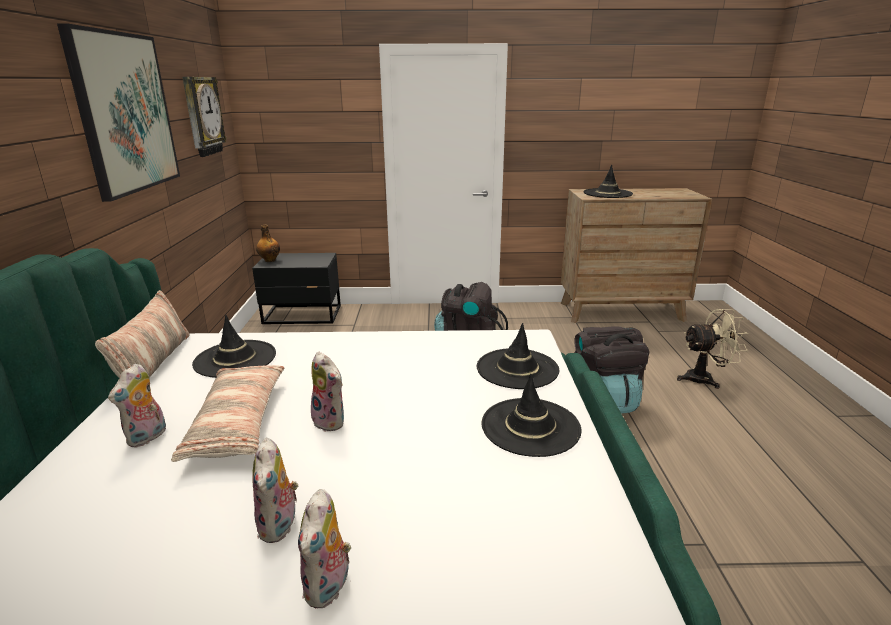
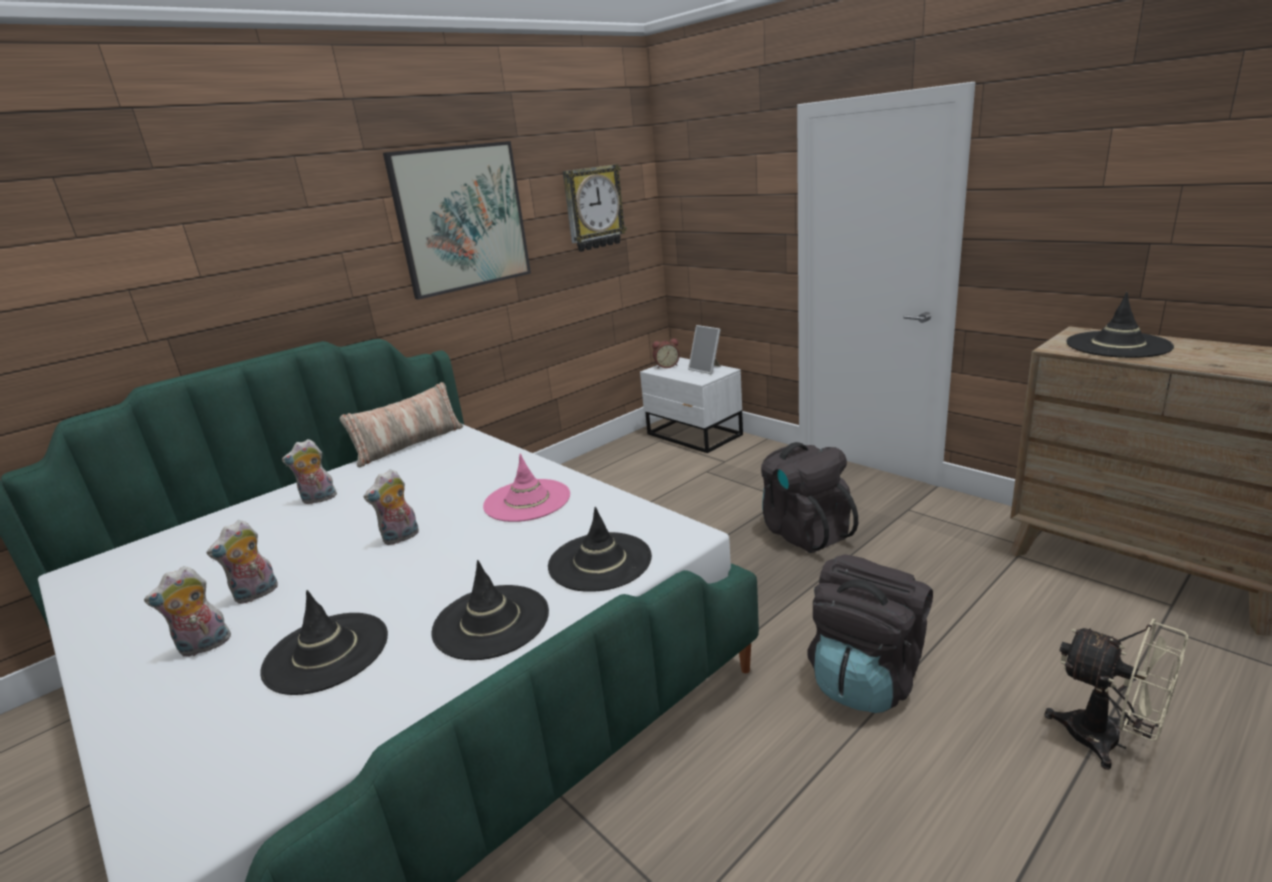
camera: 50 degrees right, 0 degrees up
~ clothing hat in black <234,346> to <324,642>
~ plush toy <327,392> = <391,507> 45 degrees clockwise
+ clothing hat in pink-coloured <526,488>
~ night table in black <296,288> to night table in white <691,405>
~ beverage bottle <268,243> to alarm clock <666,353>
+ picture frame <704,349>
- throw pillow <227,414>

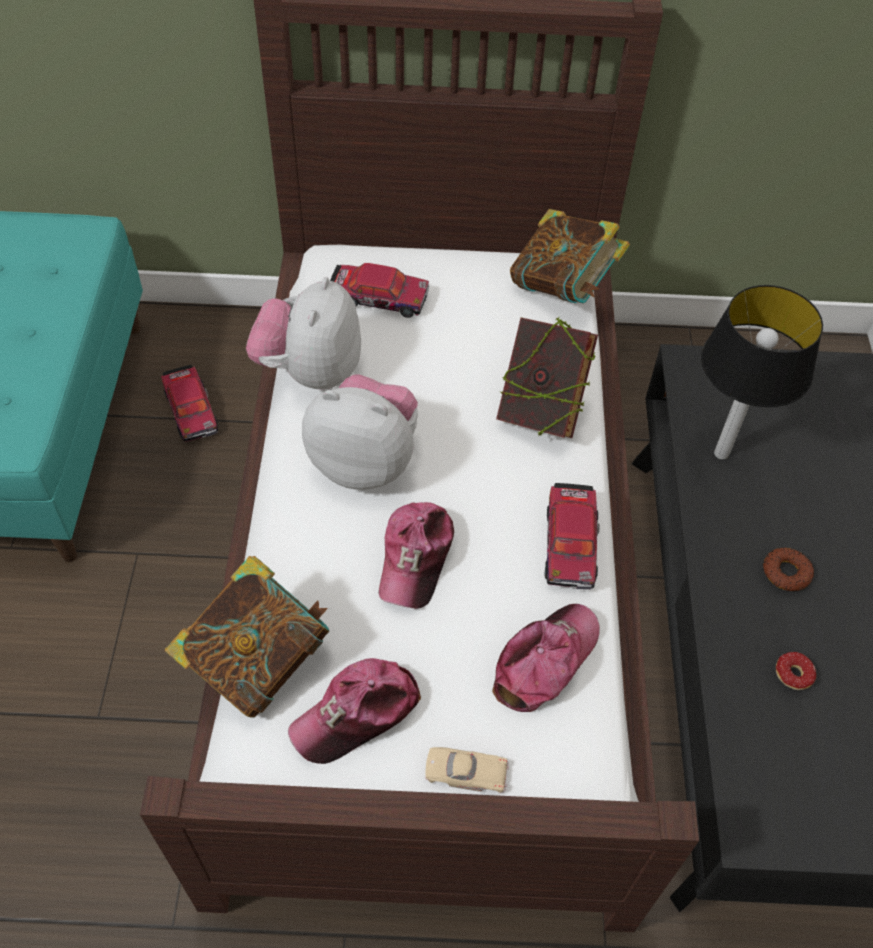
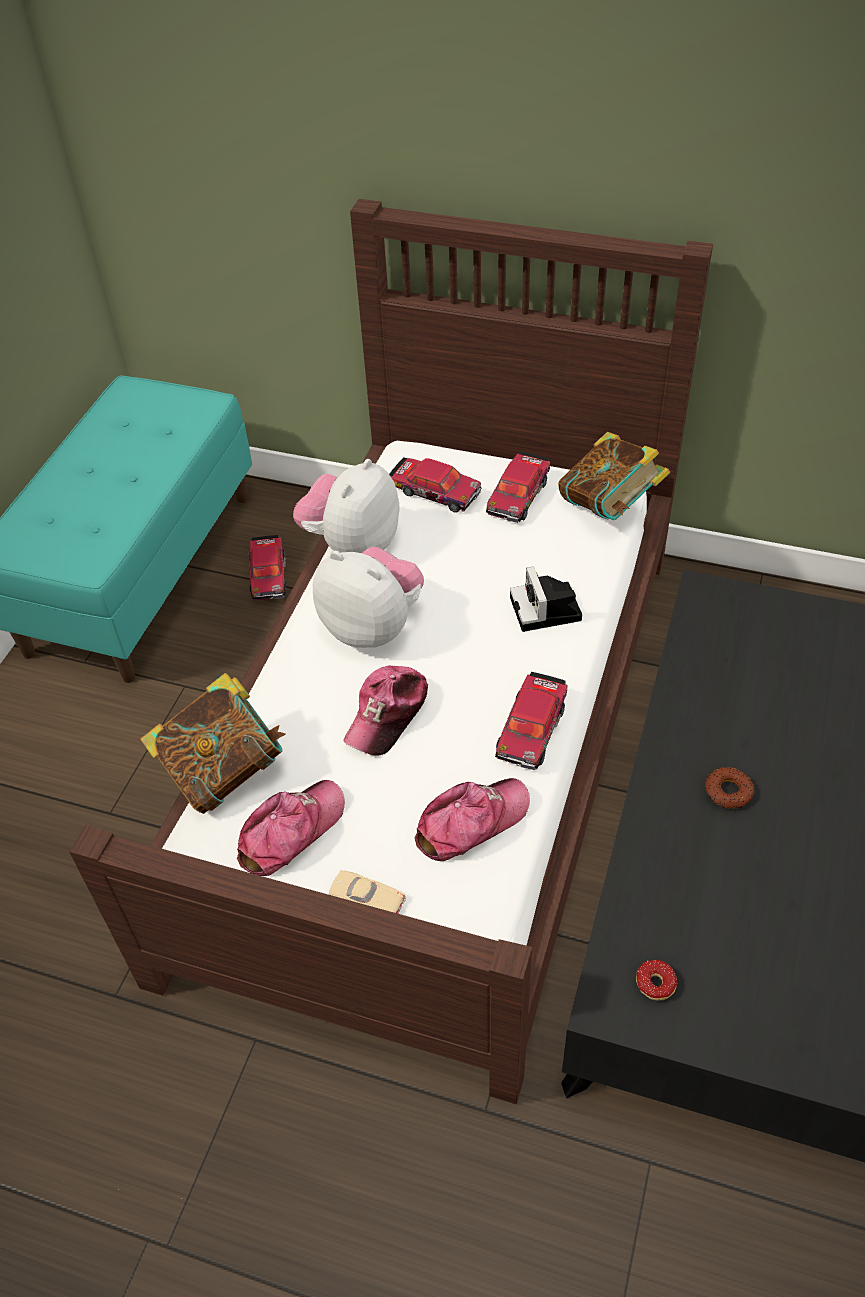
camera: 20 degrees right, 5 degrees down
~ peaked cap <354,711> = <291,828> 150 degrees clockwise
+ toy car <518,487>
~ book <547,377> to still camera <546,599>
~ donut <796,671> to <656,980>
- table lamp <762,372>

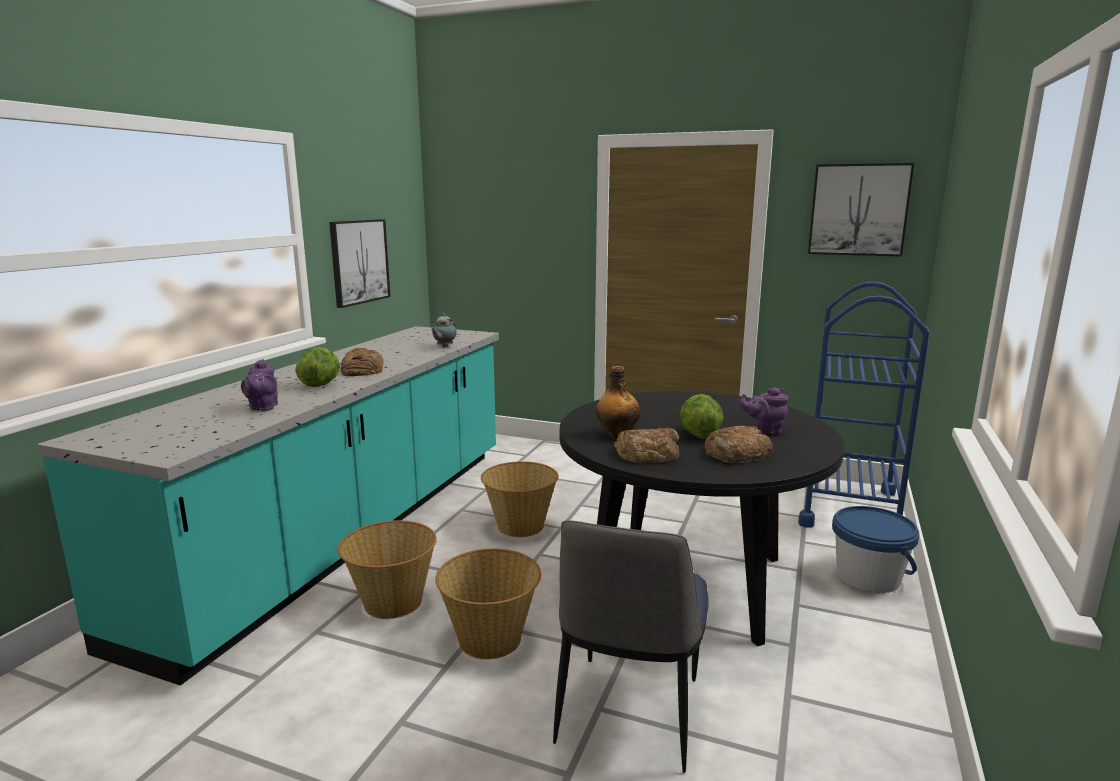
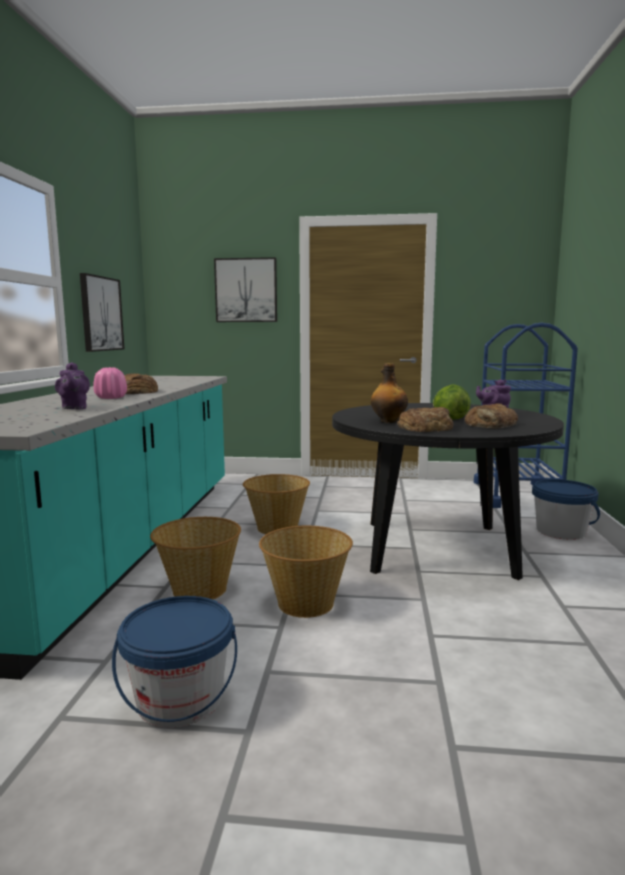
camera: 15 degrees left, 5 degrees down
~ lettuce <317,367> to vase in pink-coloured <110,383>
+ water bucket in blue-coloured <174,662>
~ picture <861,210> to <245,289>
- tea pot <444,330>
- plain chair <631,646>

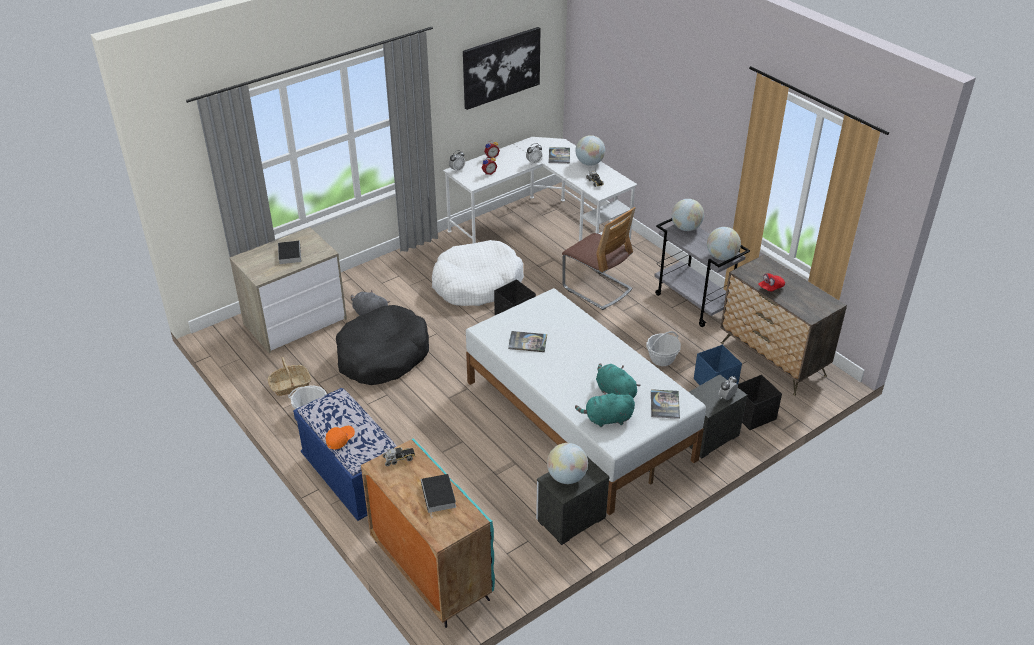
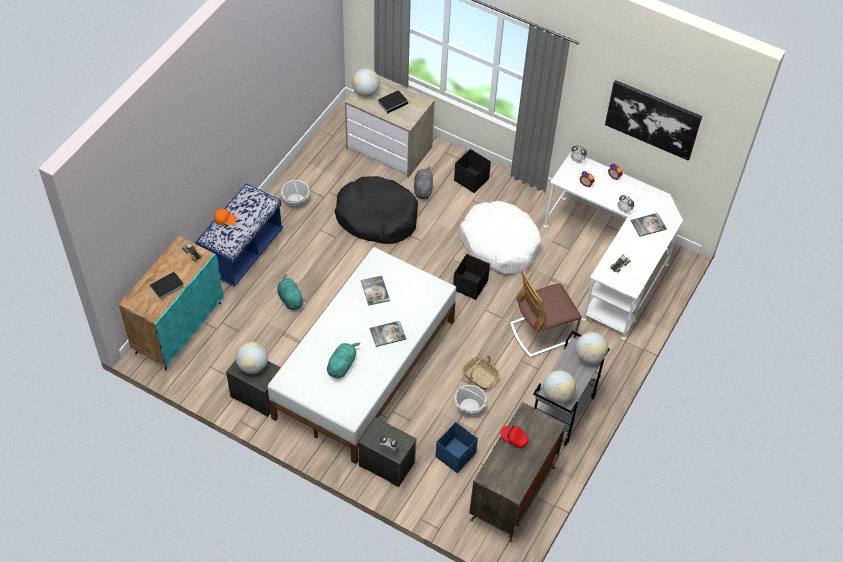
camera: 65 degrees right, 15 degrees up
~ plush toy in turquoise-coloured <605,409> to <290,292>
~ desk globe <590,150> to <366,82>
~ book <665,404> to <388,334>
~ storage container in black <760,402> to <472,171>
~ storage basket <289,376> to <481,373>
~ plain chair <599,258> = <546,312> 45 degrees clockwise

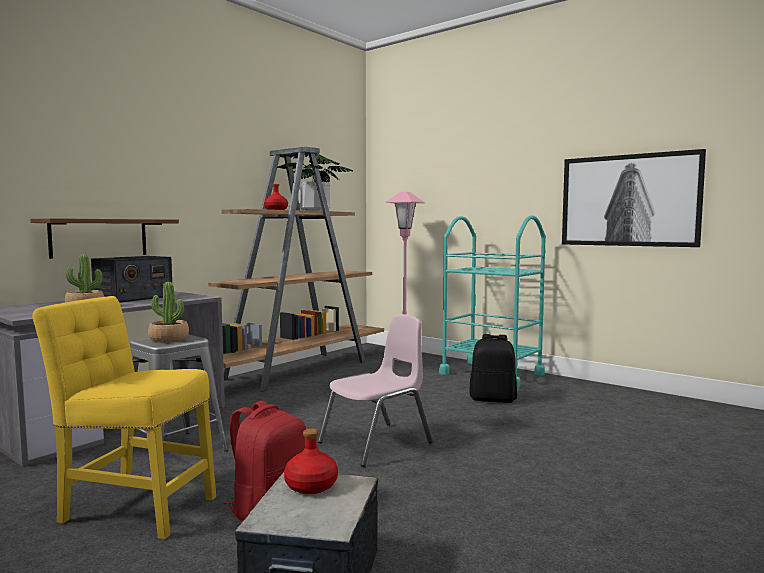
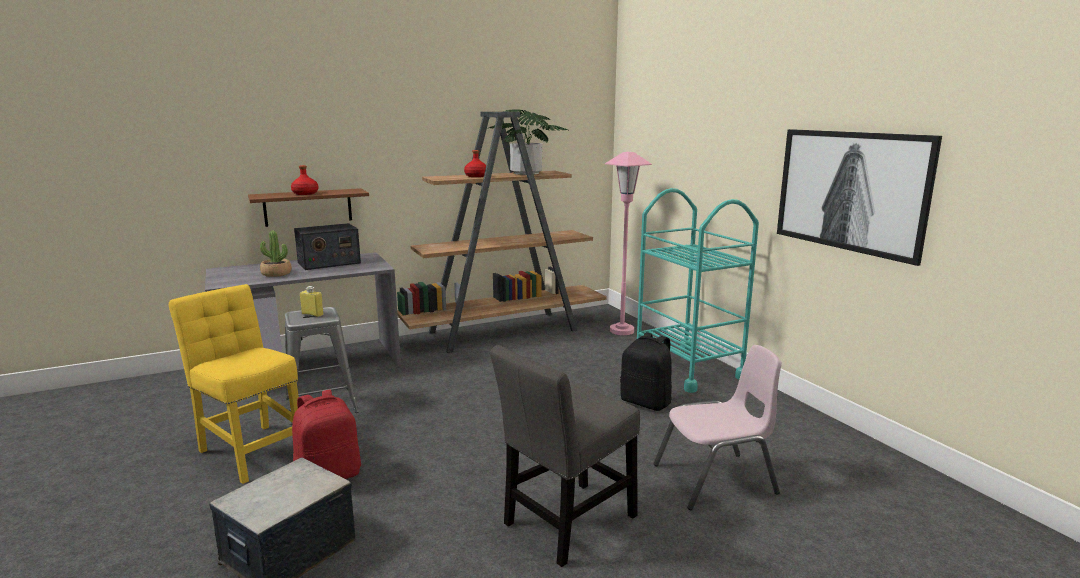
camera: 25 degrees right, 10 degrees up
~ beverage bottle in reddish <311,461> to <305,180>
~ potted plant <168,312> to beverage bottle in yellow <312,301>
+ plain chair in grey <565,456>
~ plain chair in pink-coloured <375,390> to <718,427>

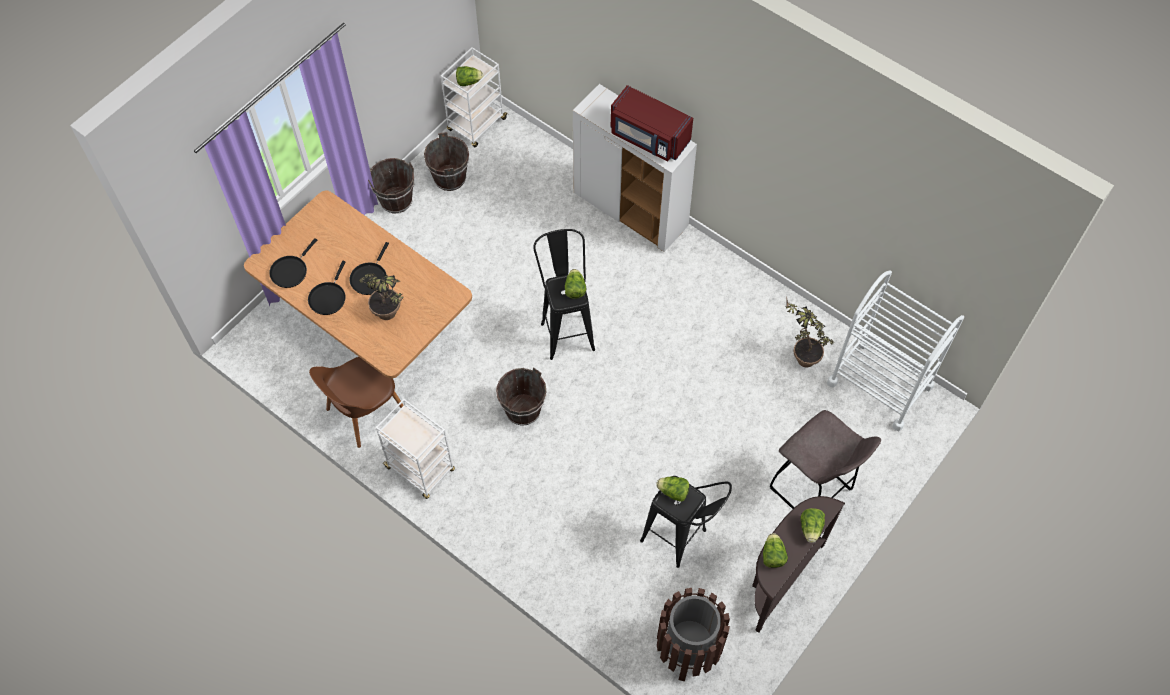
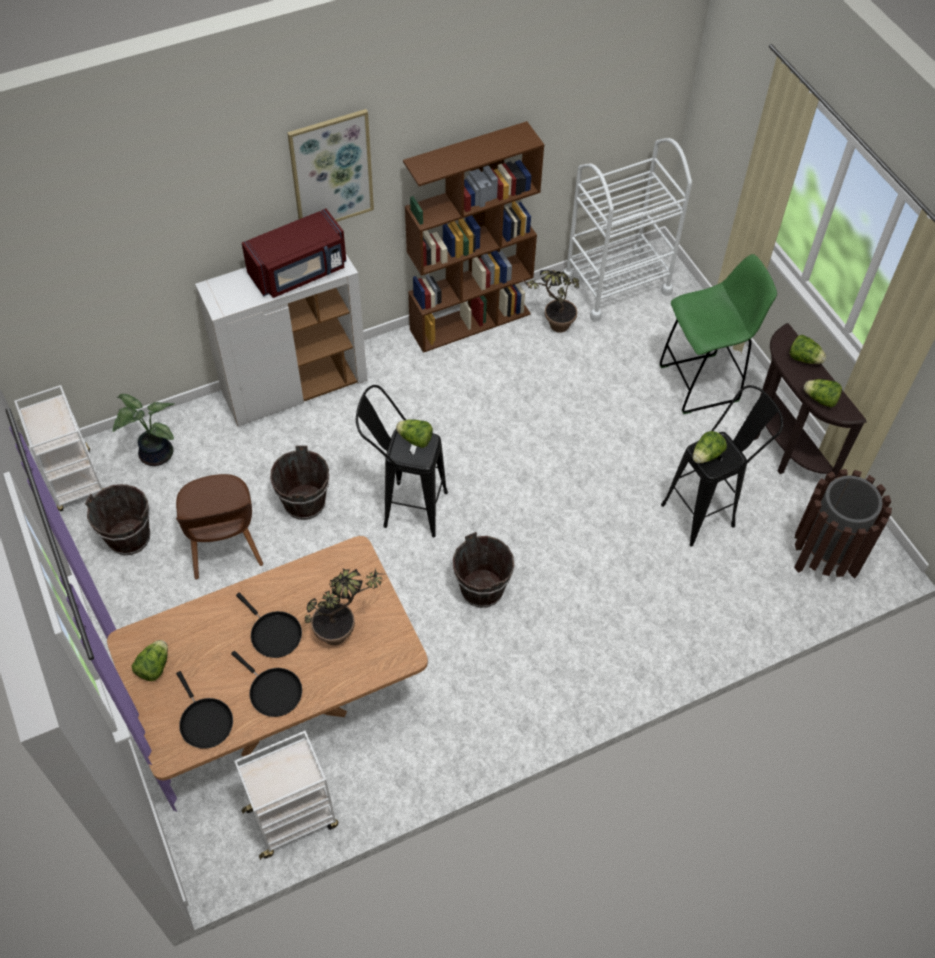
camera: 65 degrees left, 5 degrees down
+ potted plant <144,430>
~ lettuce <470,76> to <149,660>
~ plain chair in brown <356,402> to <219,527>
~ trolley in white <415,449> to <286,795>
~ water bucket in brown <391,185> to <300,482>
+ picture <330,165>
+ bookshelf in brown <473,237>
~ stool seat in grey <825,459> to stool seat in green-coloured <718,334>

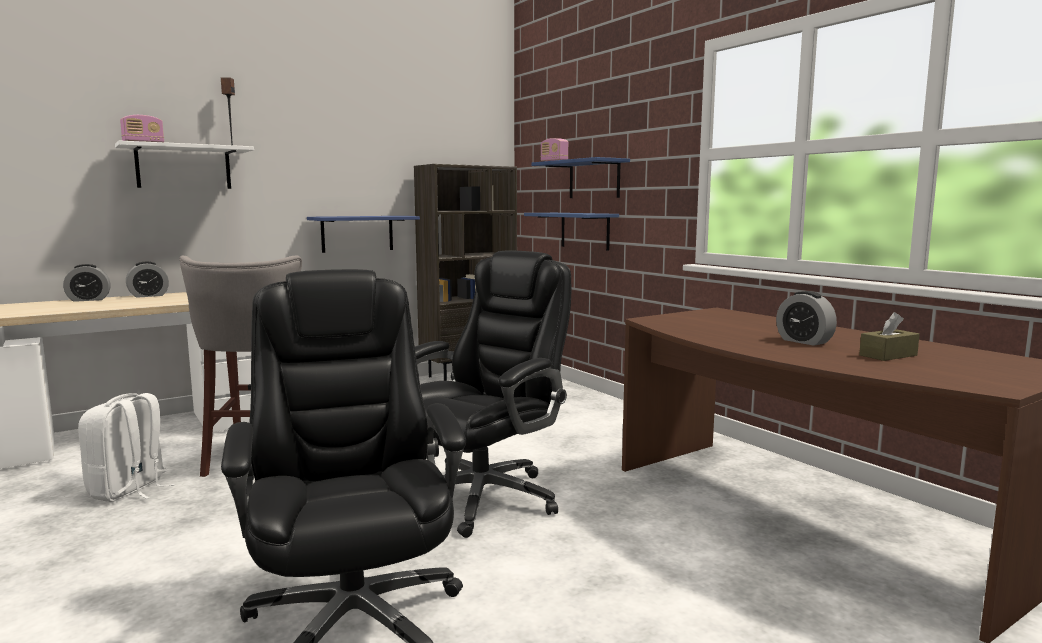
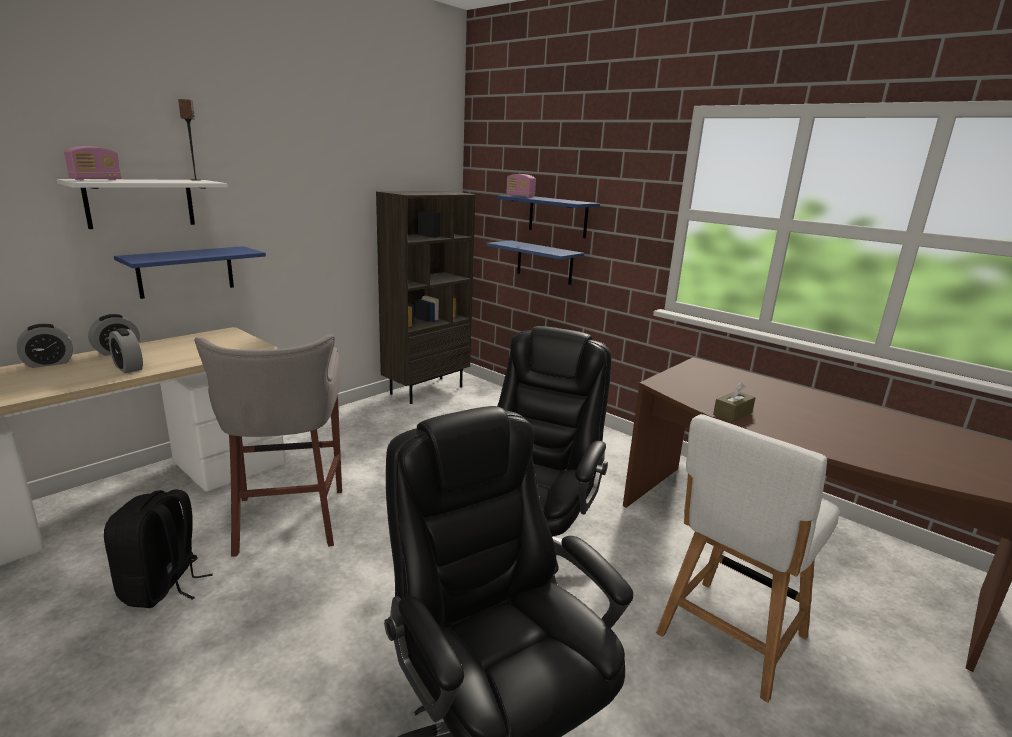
camera: 15 degrees left, 10 degrees up
~ knapsack in white <126,447> to knapsack in black <158,548>
~ alarm clock <806,318> to <126,350>
~ bracket shelf in blue-coloured <363,234> to <190,272>
+ plain chair in white <748,558>
~ tissue box in brown <889,336> to <734,402>

